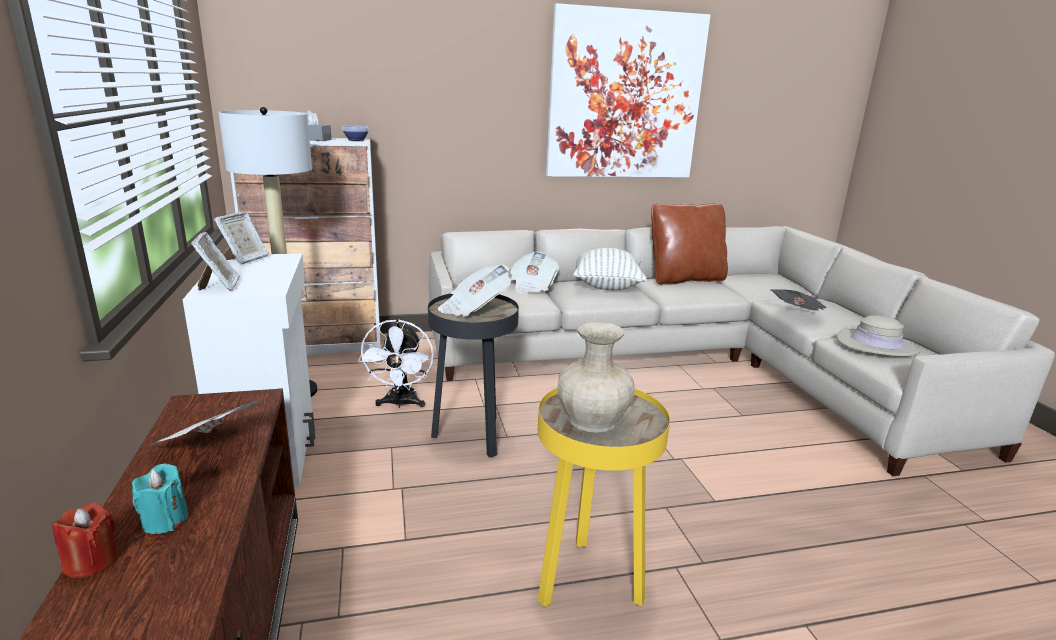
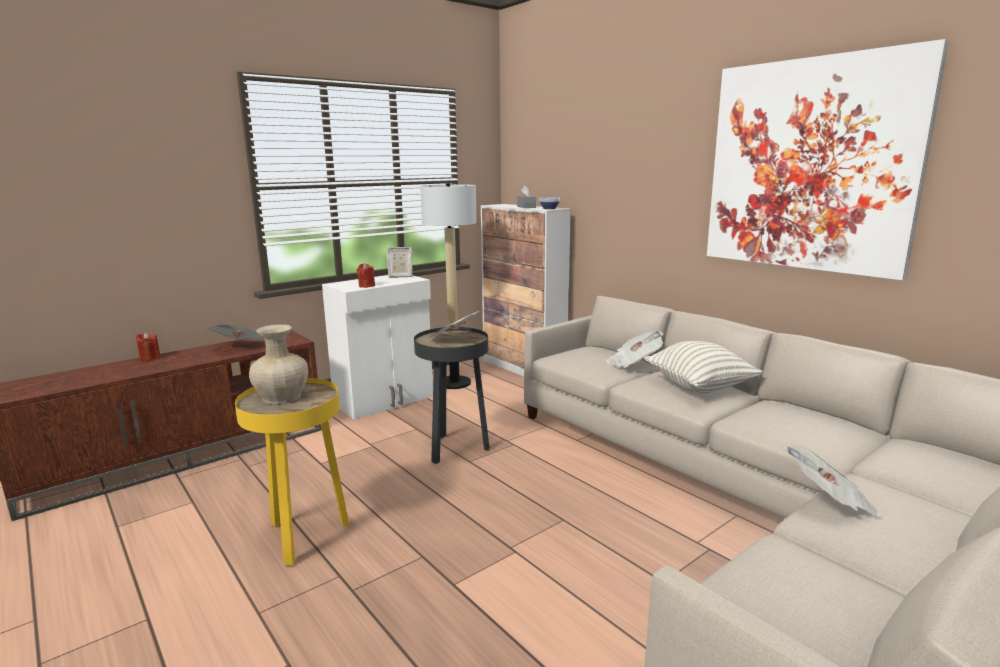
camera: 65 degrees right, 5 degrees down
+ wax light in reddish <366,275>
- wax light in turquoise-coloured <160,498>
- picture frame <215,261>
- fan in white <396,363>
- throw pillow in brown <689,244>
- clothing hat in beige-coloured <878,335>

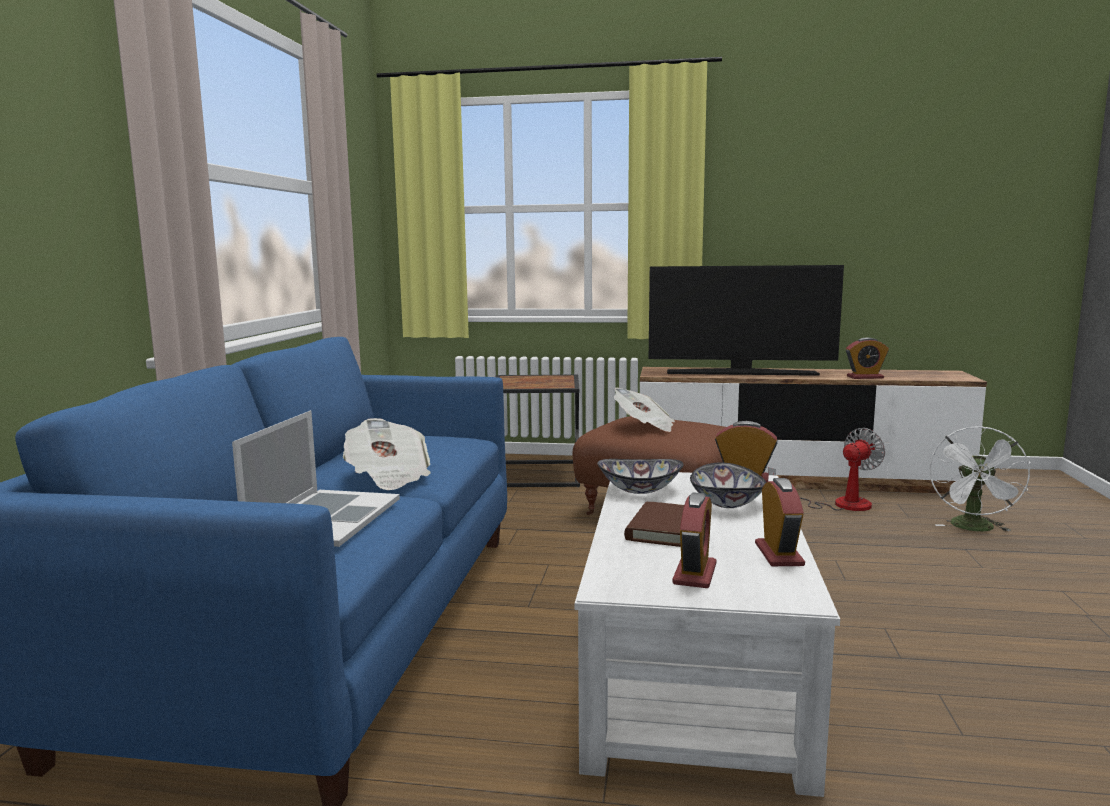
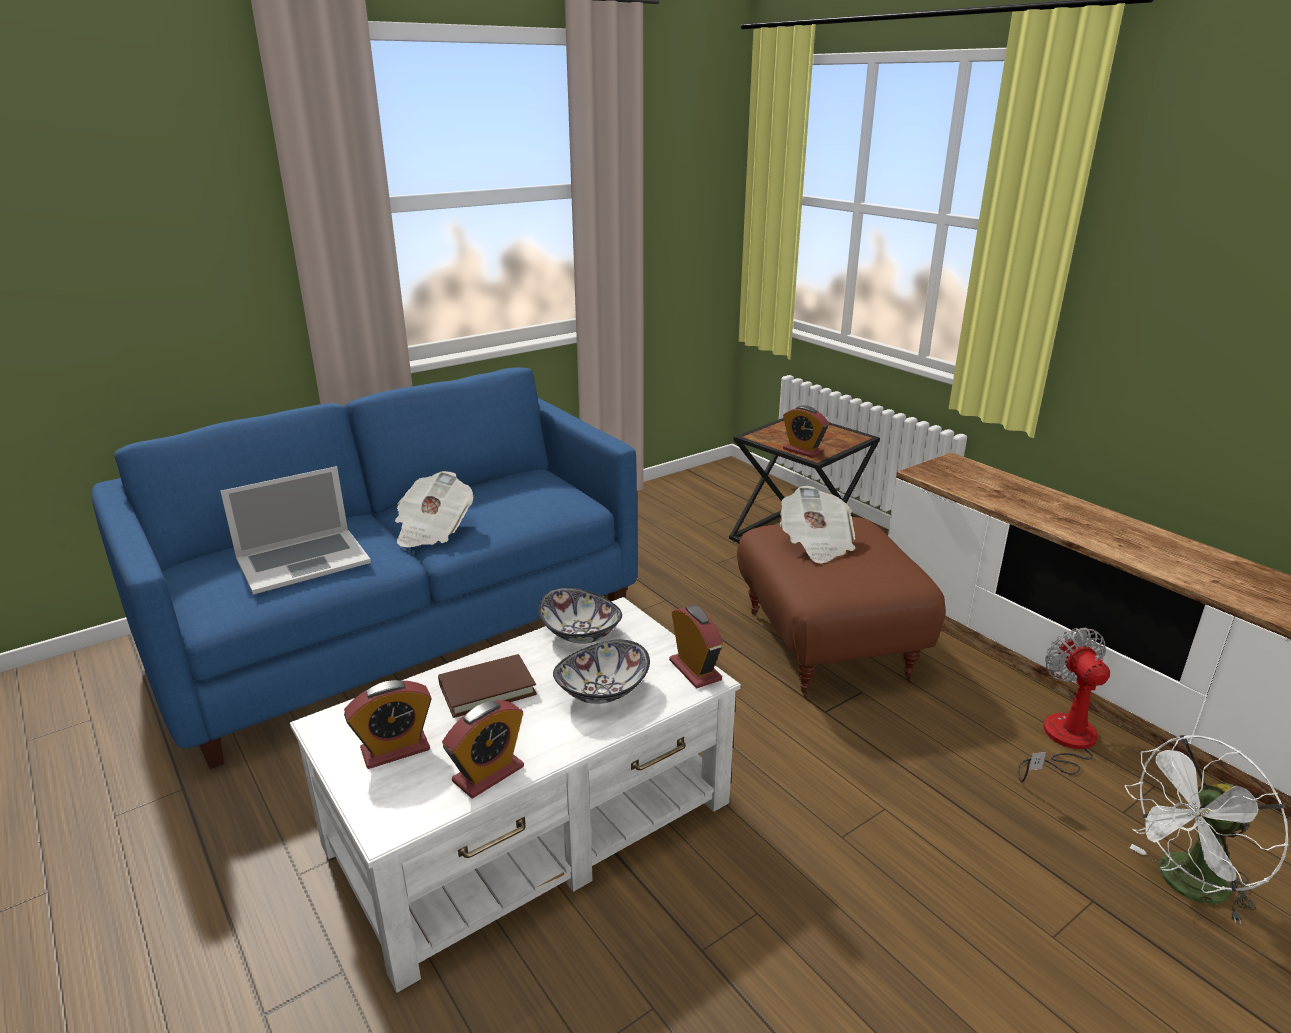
camera: 45 degrees right, 15 degrees up
~ alarm clock <867,358> to <806,431>
~ fan <826,469> = <1064,705> 105 degrees counterclockwise
- television <746,320>

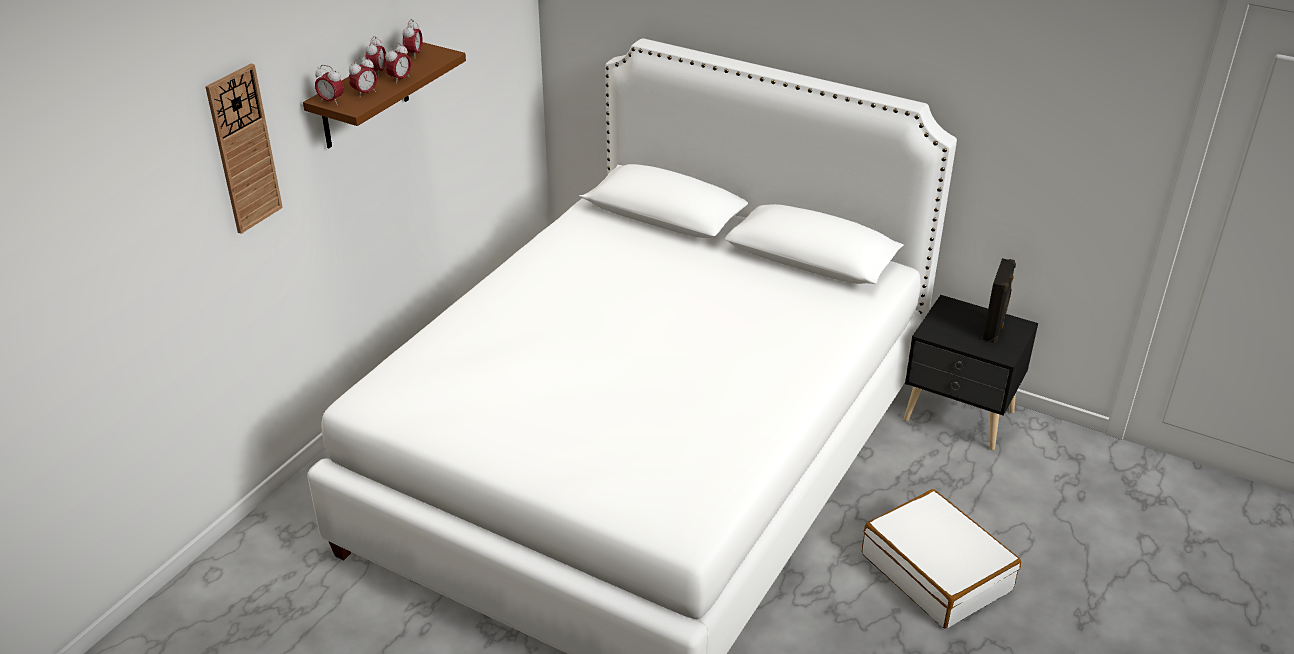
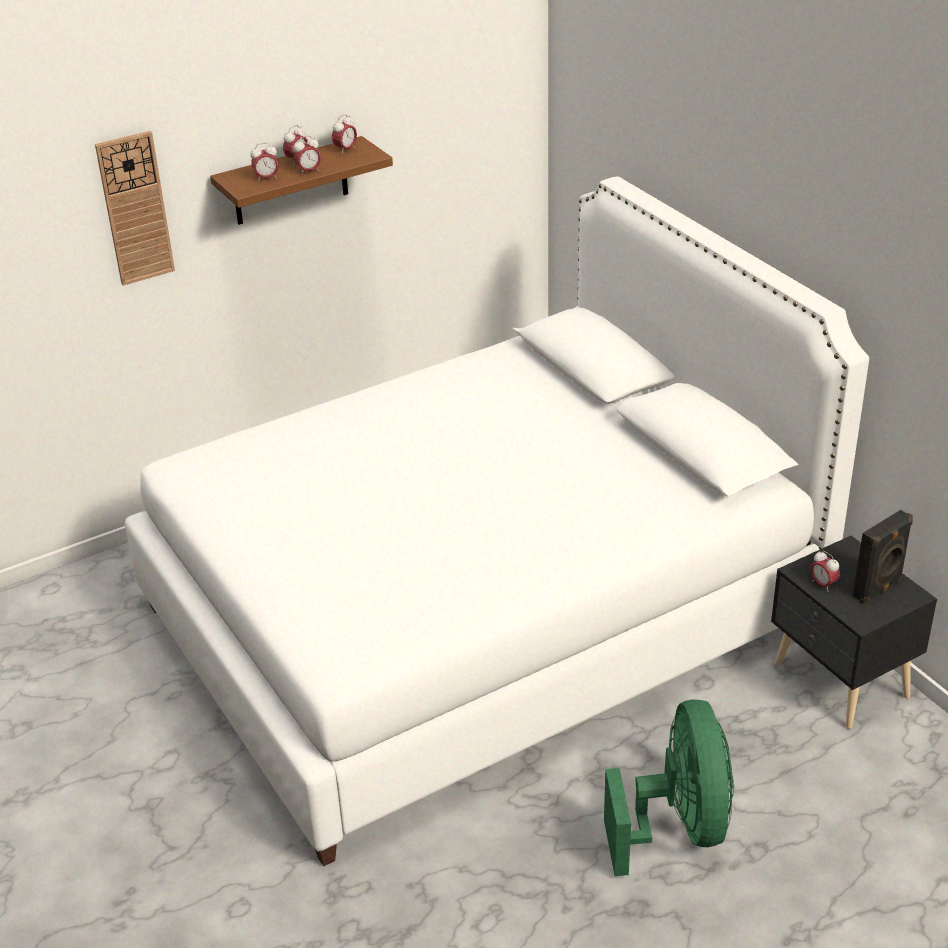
camera: 30 degrees right, 0 degrees up
~ travel case in white <941,559> to fan in green-coloured <669,787>
~ alarm clock <329,85> to <825,571>

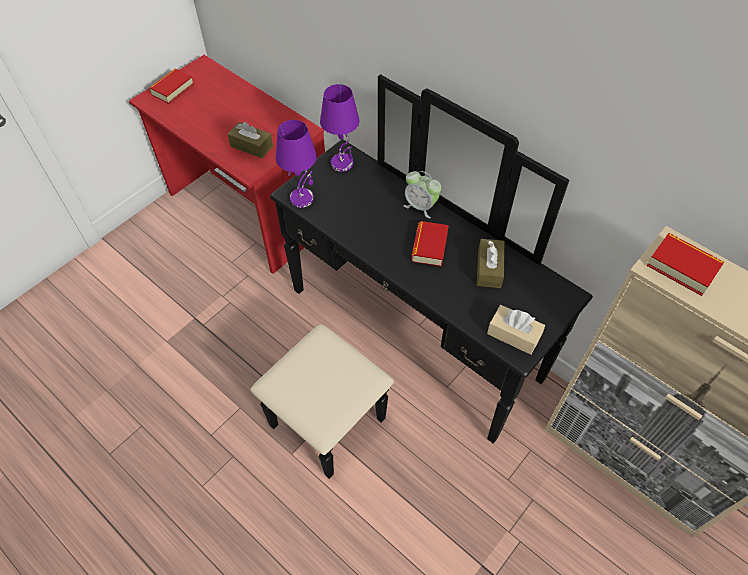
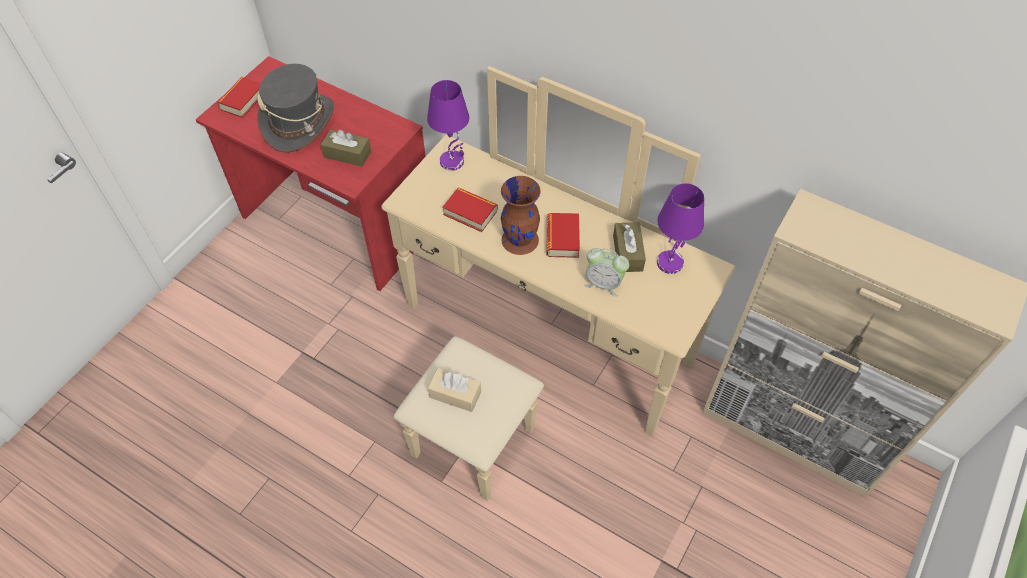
camera: 10 degrees left, 0 degrees up
+ clothing hat in grey <295,108>
~ drawer chest in black <421,276> to drawer chest in beige-coloured <559,283>
~ tissue box in beige-coloured <516,330> to <454,390>
~ book <685,264> to <470,210>
+ vase in brown <520,215>
~ alarm clock <422,194> to <606,272>
~ table lamp in purple <296,164> to <680,228>

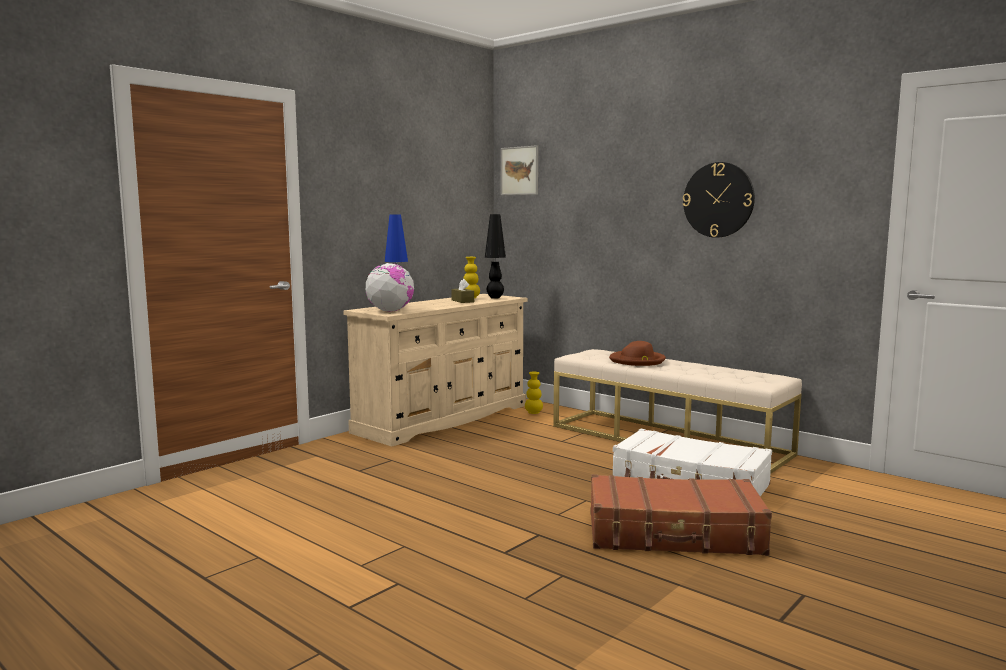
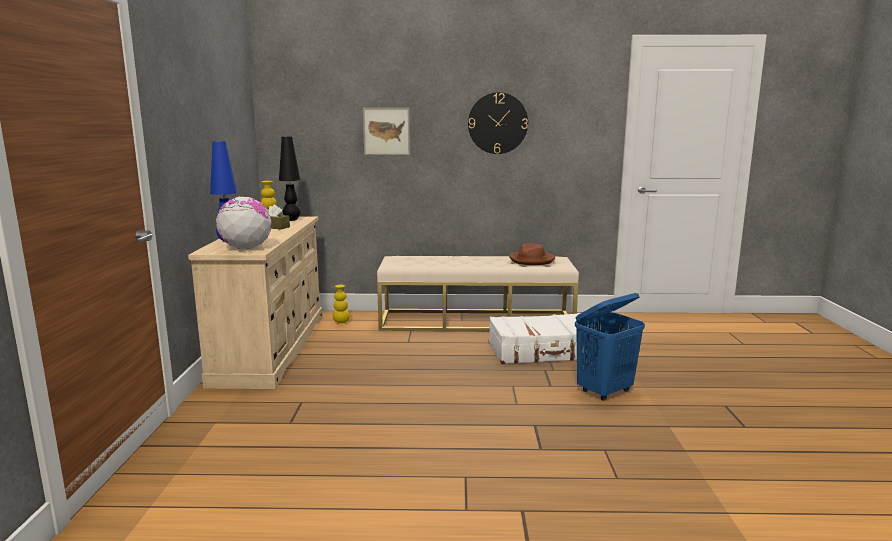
camera: 40 degrees left, 5 degrees up
~ picture <519,170> to <386,131>
~ clothing hat in brown <637,353> to <532,254>
~ travel case in brown <681,515> to hamper in blue-coloured <610,347>

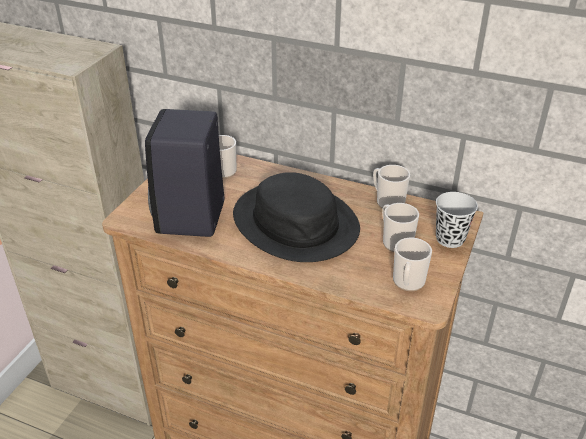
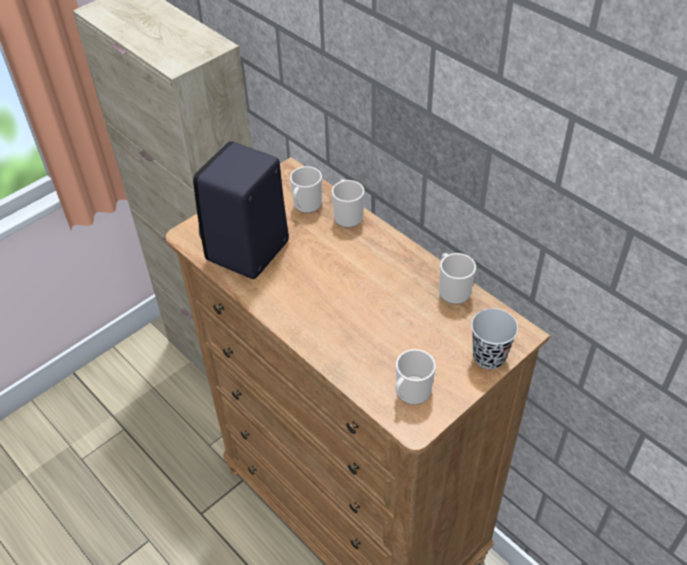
camera: 25 degrees right, 10 degrees up
~ coffee mug <400,228> to <348,203>
- clothing hat in black <296,217>

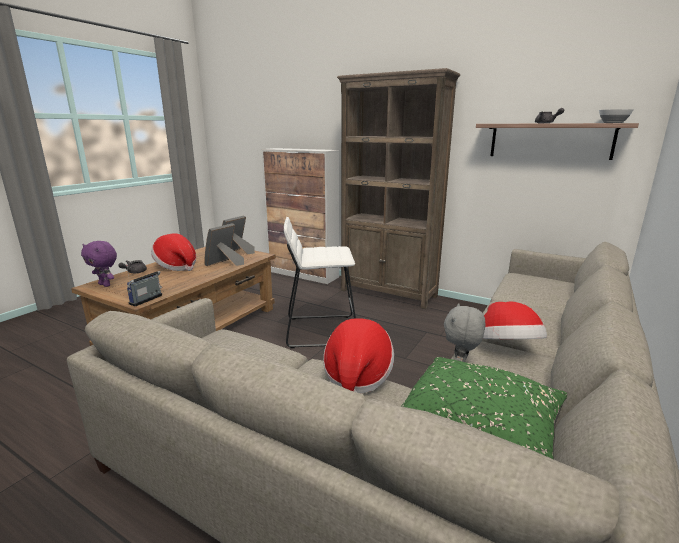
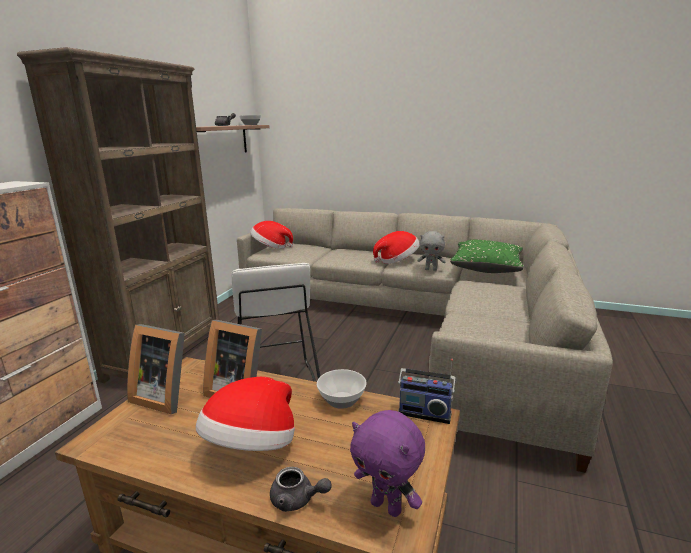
camera: 100 degrees left, 0 degrees up
~ clothing hat <358,355> to <271,235>
+ bowl <342,389>
~ plush toy in purple <99,264> = <387,463> 105 degrees clockwise

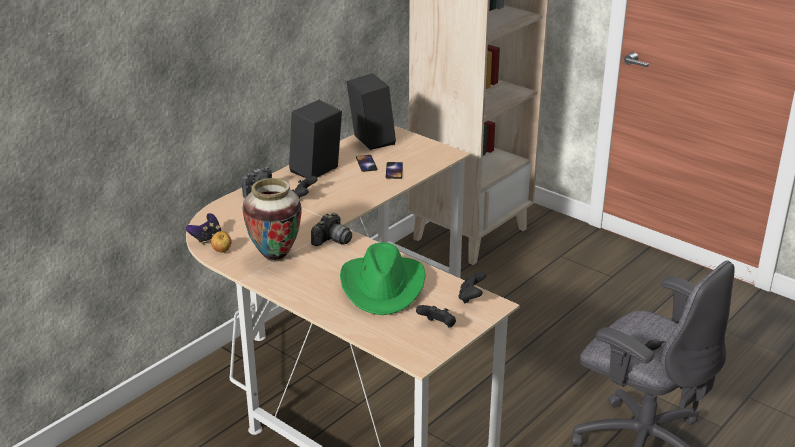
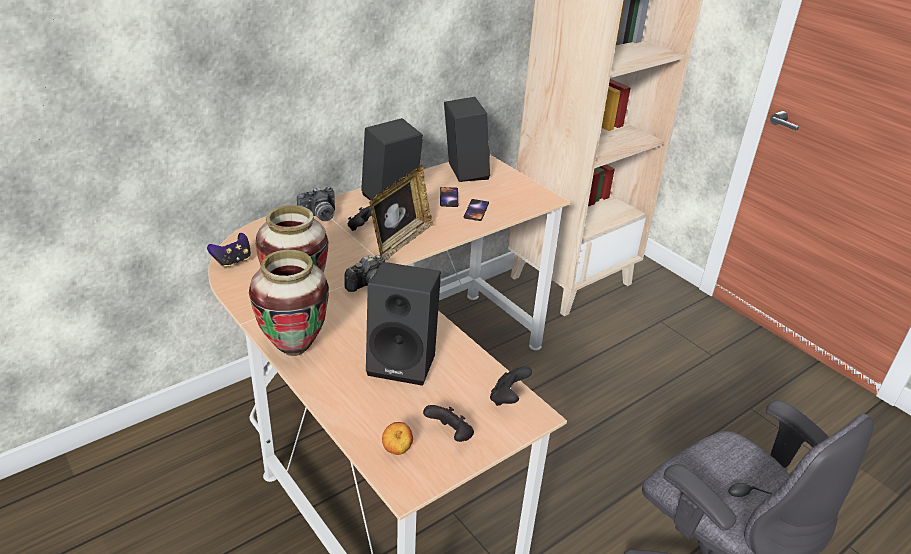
camera: 10 degrees right, 5 degrees up
+ vase <289,303>
~ clothing hat in green-coloured <383,278> to speaker in black <403,324>
+ picture frame <401,212>
~ apple fruit <221,242> to <397,438>

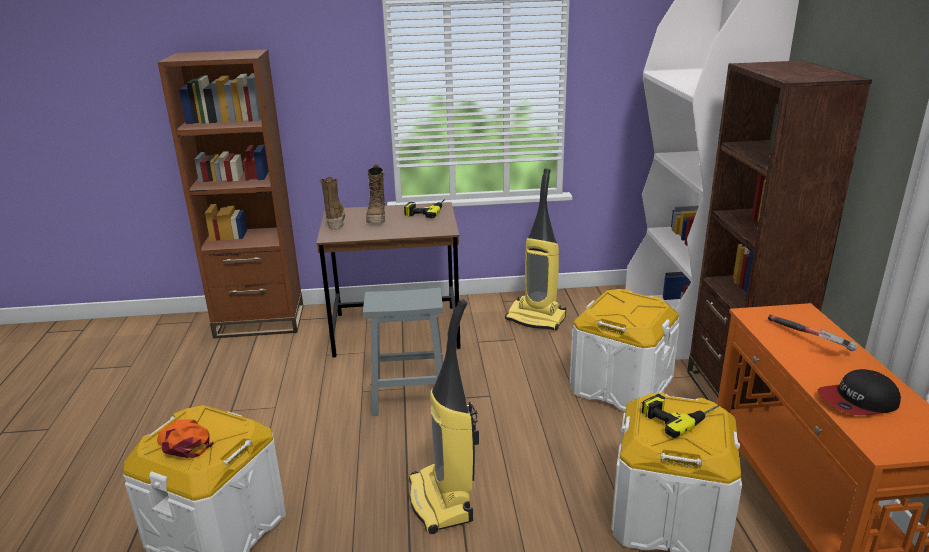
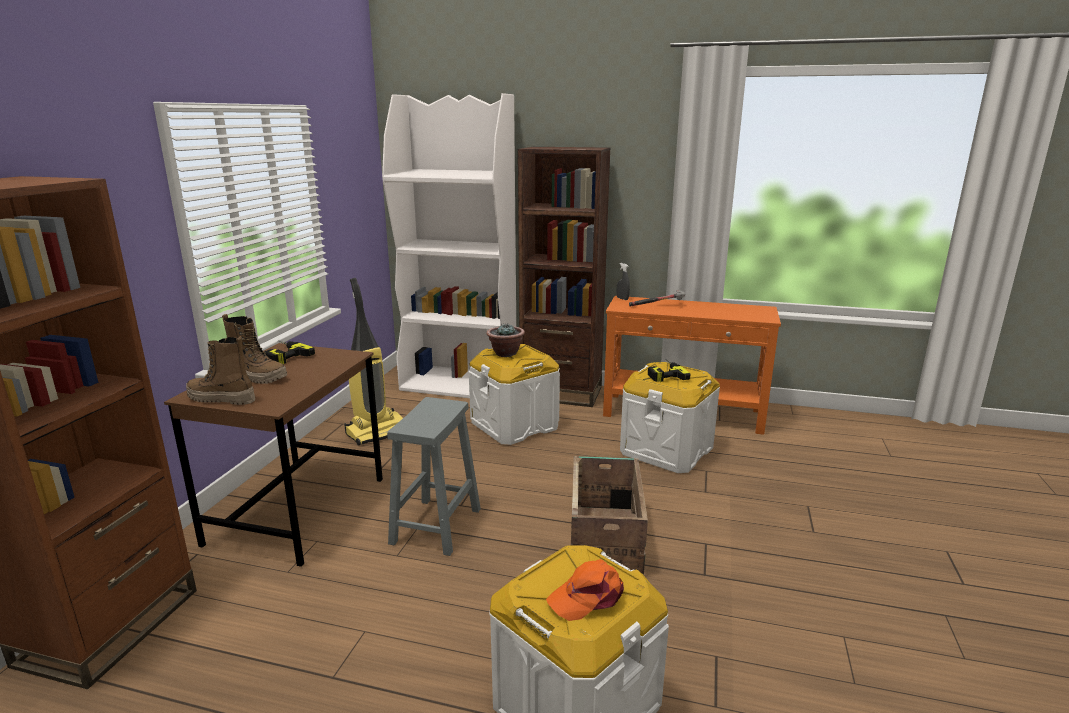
camera: 70 degrees left, 5 degrees down
+ potted plant <505,340>
~ vacuum cleaner <444,416> to shipping crate <609,515>
+ hand sprayer in grey <623,281>
- peaked cap <859,392>

